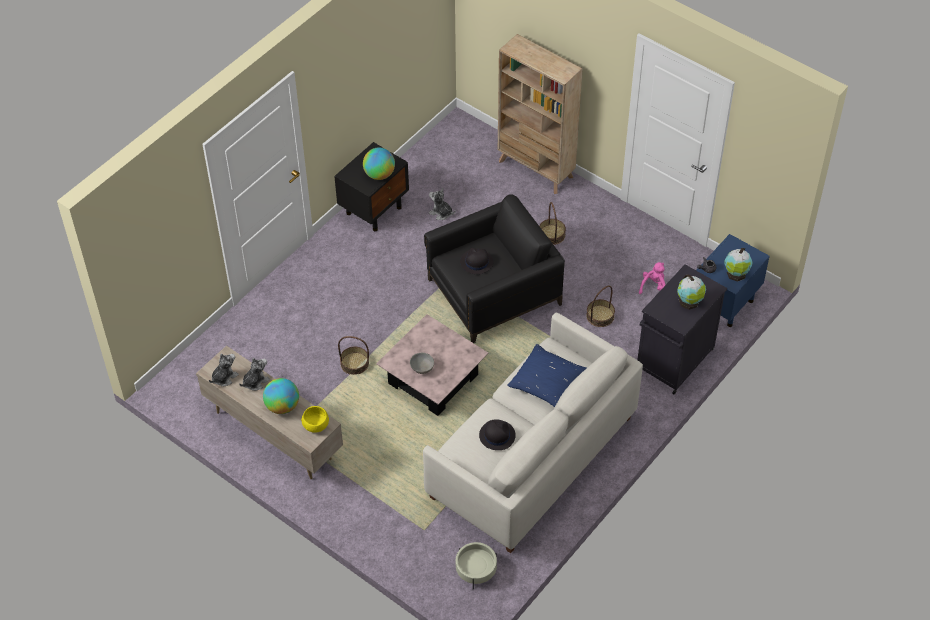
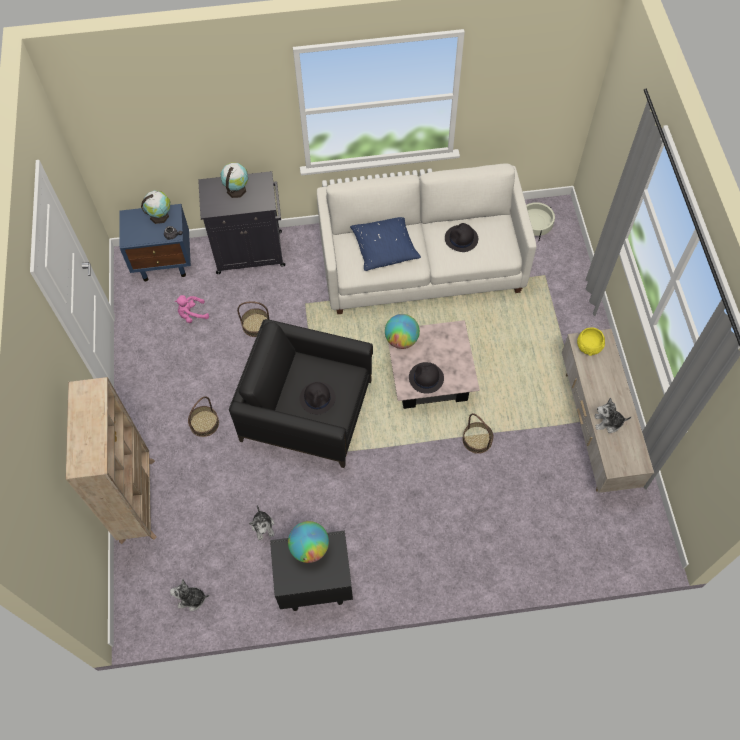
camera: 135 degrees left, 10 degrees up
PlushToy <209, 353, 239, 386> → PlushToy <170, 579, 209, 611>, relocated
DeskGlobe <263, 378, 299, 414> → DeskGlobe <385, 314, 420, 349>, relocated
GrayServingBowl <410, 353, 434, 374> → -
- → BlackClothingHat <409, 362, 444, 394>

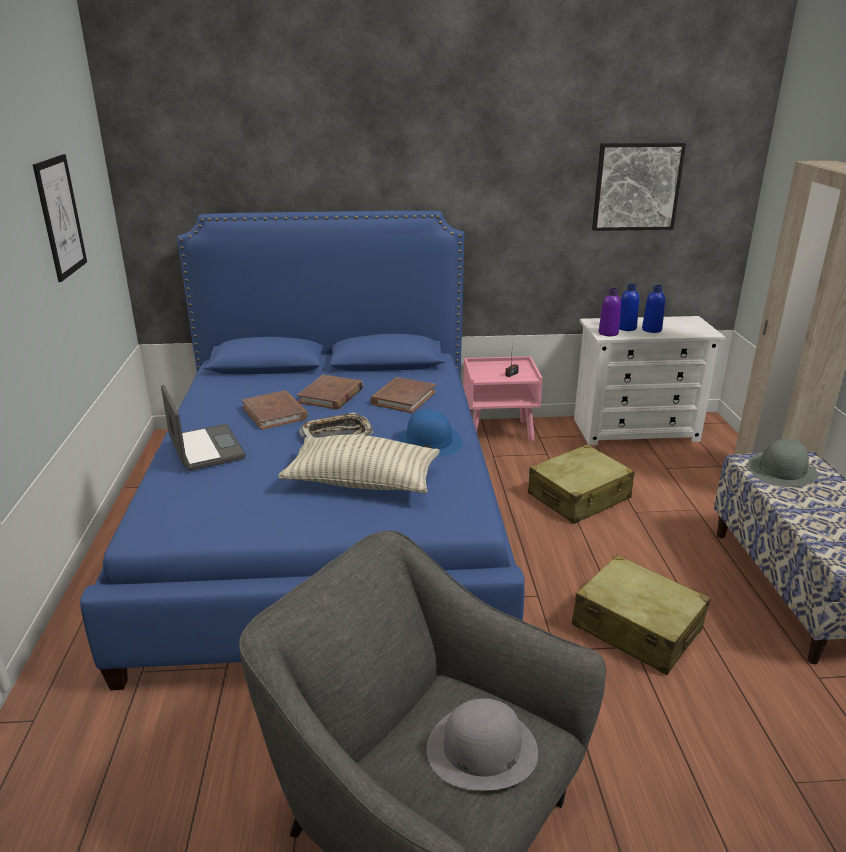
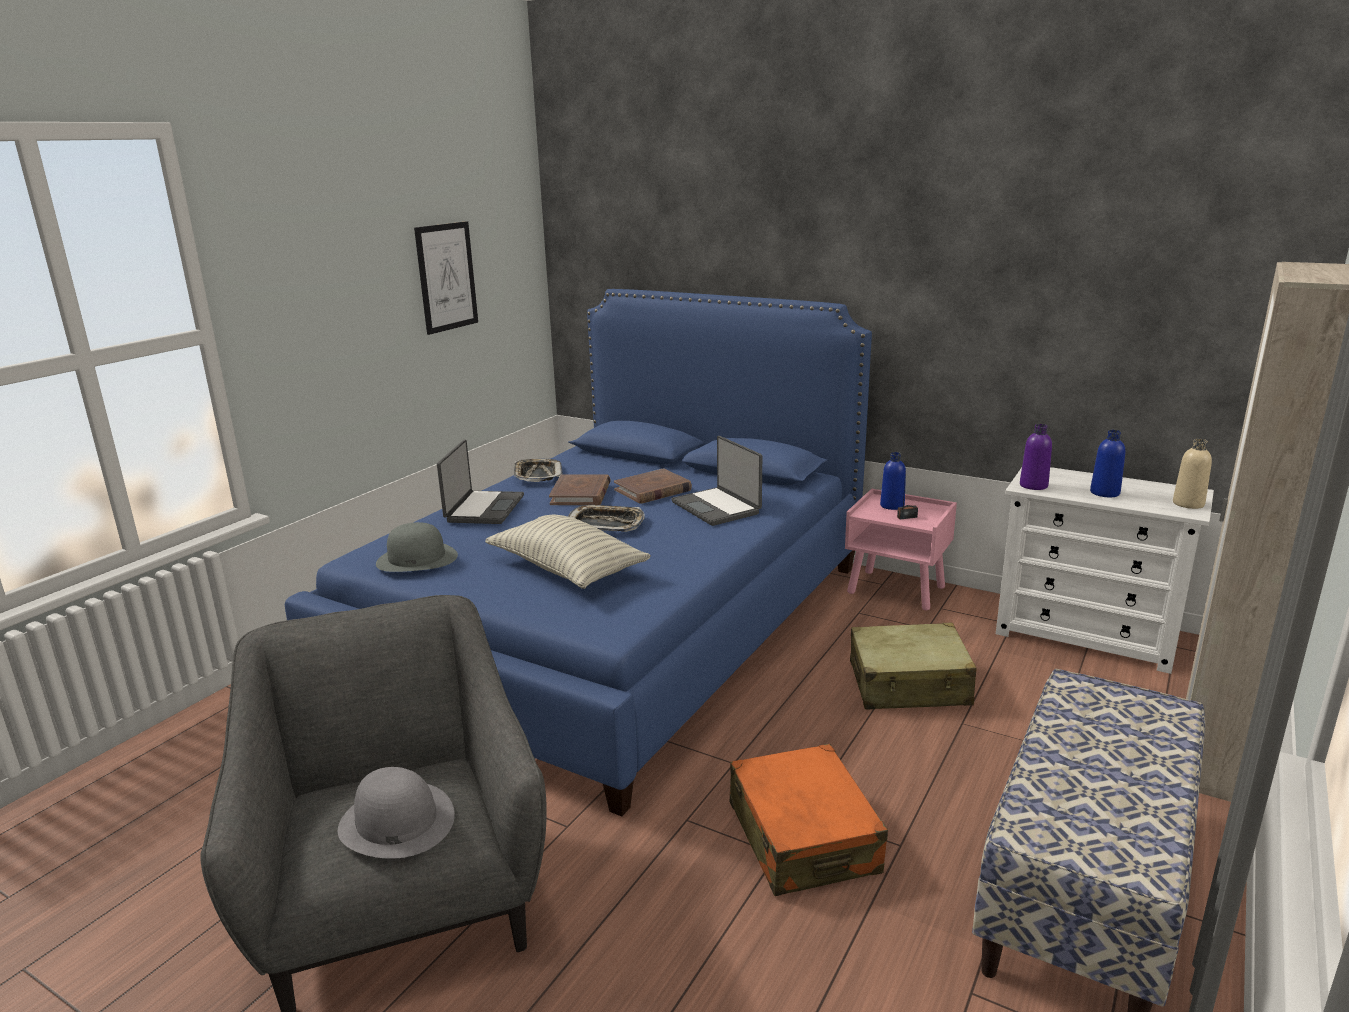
camera: 35 degrees right, 5 degrees down
BrownishBoundBook <370, 377, 436, 413> → PortableComputer <672, 436, 762, 526>
BlueColouredClothingHat <396, 410, 463, 457> → -
BeigeColouredSuitcase <572, 554, 710, 675> → OrangeySuitcase <730, 744, 888, 896>
WallArt <592, 143, 686, 231> → -
BlueColouredBottle <619, 283, 640, 331> → BlueColouredBottle <880, 452, 906, 510>, relocated
GrayClothingHat <748, 439, 818, 487> → GrayClothingHat <376, 522, 458, 572>, relocated
- → ServingTray <514, 459, 562, 482>
- → BeigeColouredBottle <1173, 439, 1212, 509>

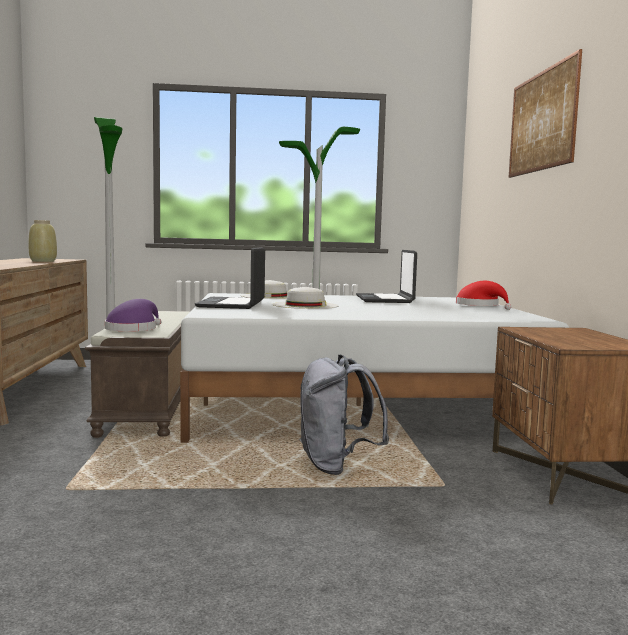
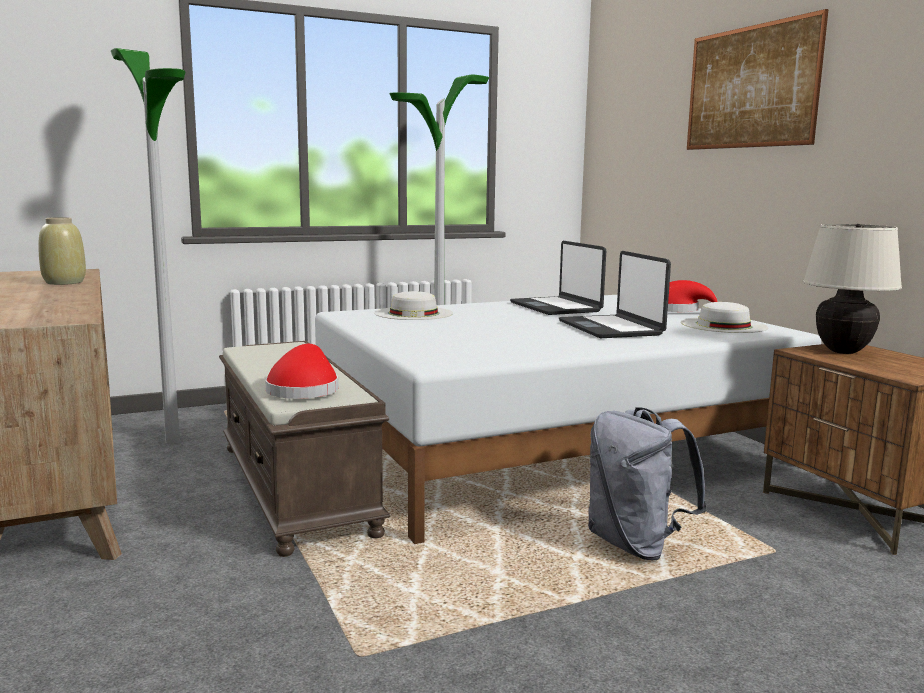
camera: 20 degrees left, 5 degrees up
PurpleColouredClothingHat <105, 299, 162, 331> → RedColouredClothingHat <265, 344, 338, 399>
PortableComputer <195, 247, 265, 309> → PortableComputer <559, 251, 671, 338>, relocated
WhiteClothingHat <272, 287, 339, 309> → WhiteClothingHat <681, 302, 768, 333>, relocated
- → BeigeColouredTableLamp <803, 224, 902, 354>

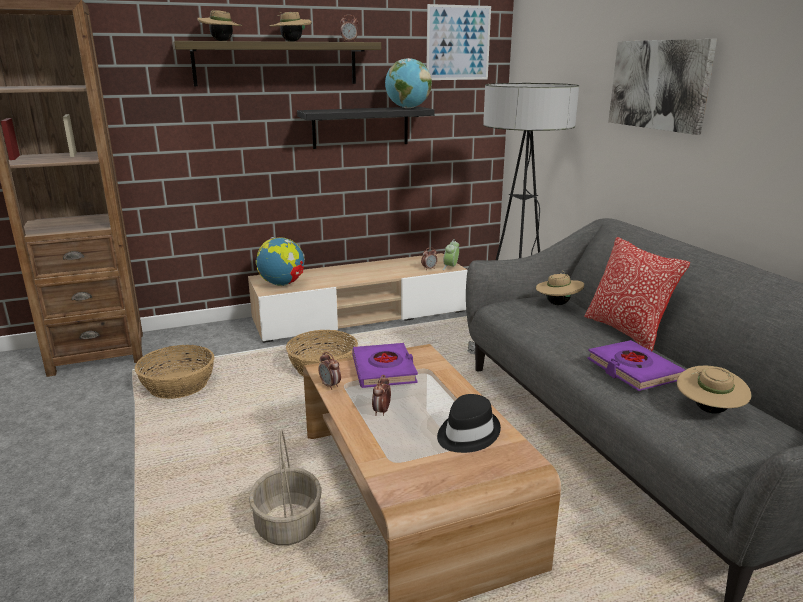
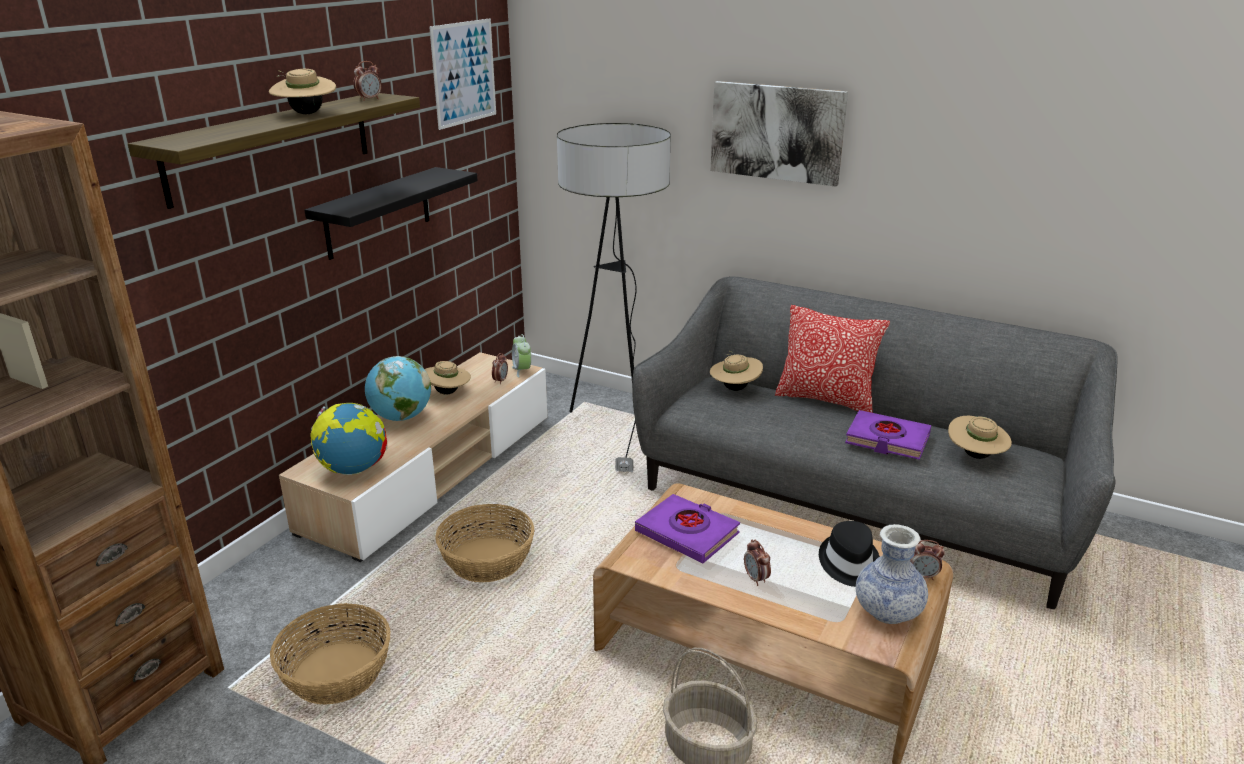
camera: 40 degrees left, 5 degrees up
BeigeColouredClothingHat <197, 9, 242, 41> → BeigeColouredClothingHat <425, 361, 471, 395>, relocated
AlarmClock <319, 352, 341, 390> → AlarmClock <910, 540, 945, 580>, relocated
DeskGlobe <385, 58, 432, 108> → DeskGlobe <365, 356, 431, 421>, relocated
- → FlowerVase <856, 524, 928, 624>

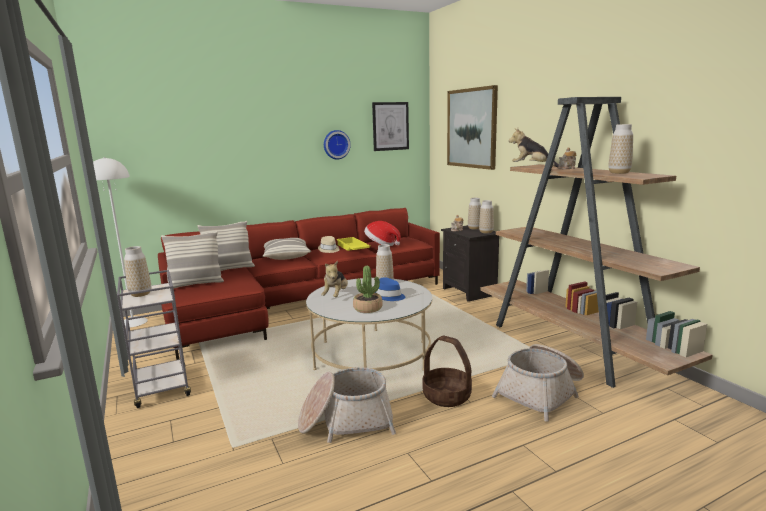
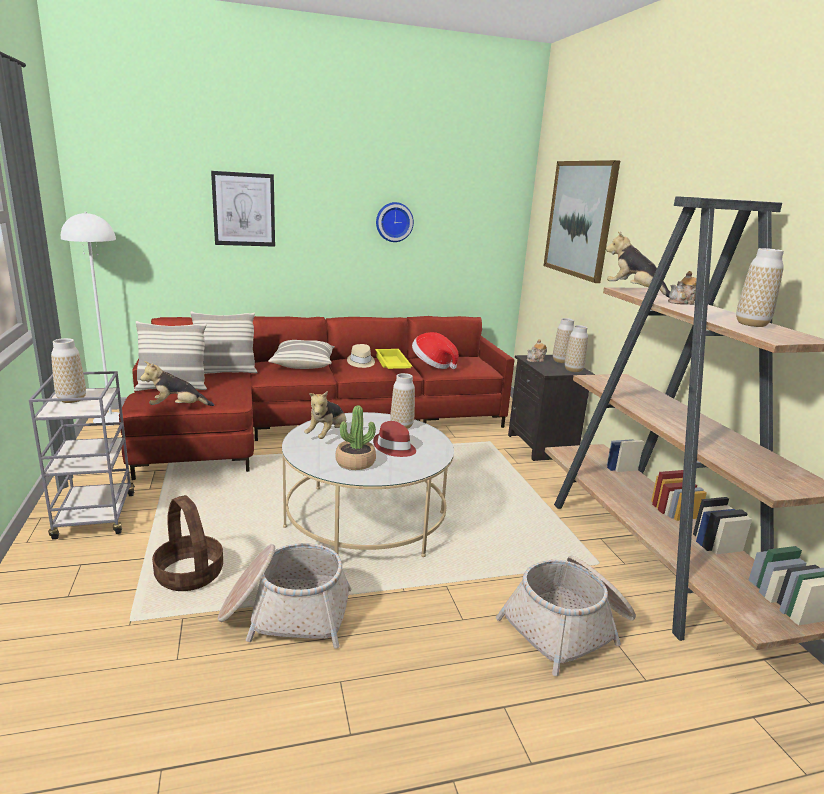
camera: 10 degrees right, 5 degrees up
WallArt <372, 102, 409, 151> → WallArt <211, 171, 275, 247>, relocated
BlueColouredClothingHat <375, 277, 405, 301> → RedColouredClothingHat <373, 421, 416, 457>
StorageBasket <422, 336, 472, 407> → StorageBasket <152, 495, 223, 591>, relocated
- → PlushToy <140, 361, 214, 406>

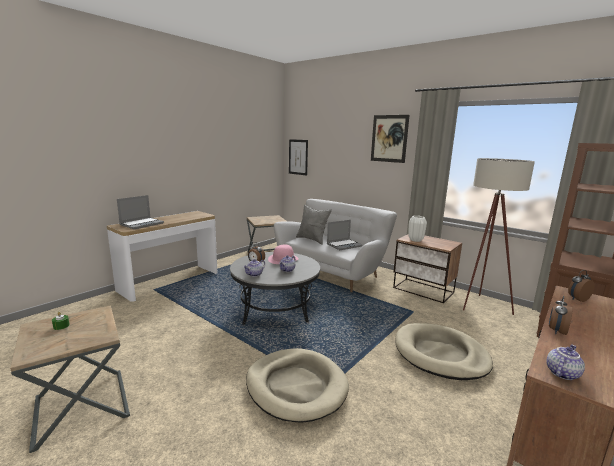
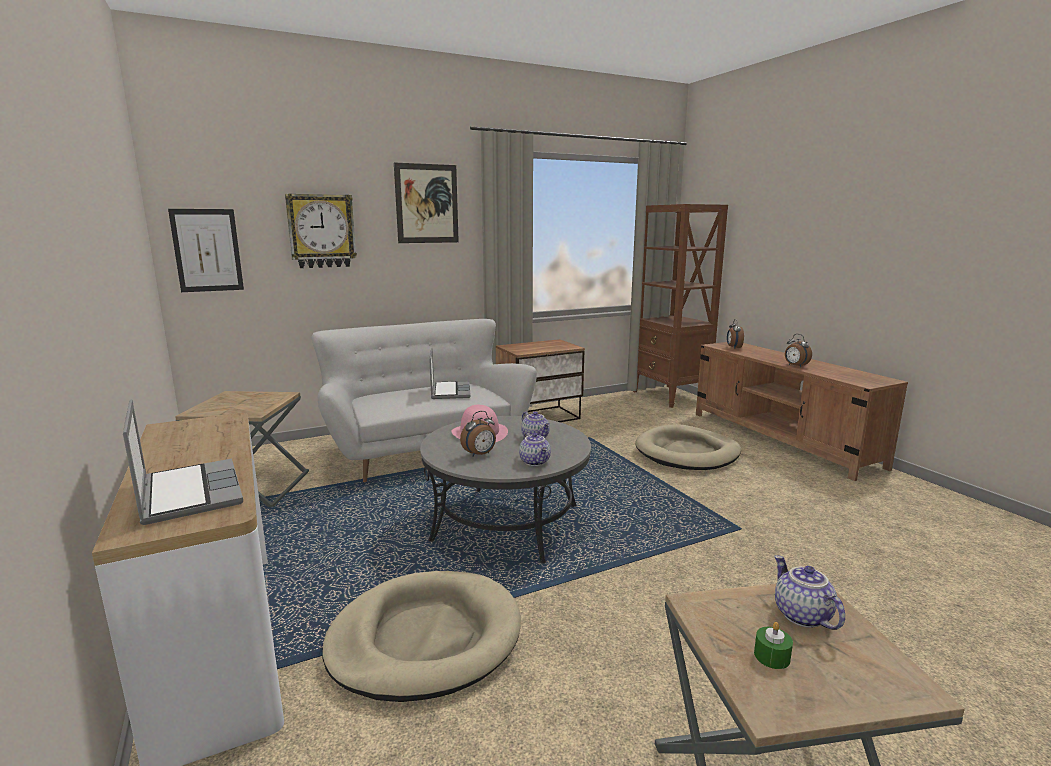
camera: 65 degrees left, 0 degrees up
BeigeColouredDogCushion <246, 348, 349, 423> → BeigeColouredDogCushion <322, 571, 521, 702>, relocated
GrayPillow <296, 205, 332, 245> → -
WhiteFlowerVase <408, 216, 427, 242> → -
BeigeColouredStandingLamp <463, 158, 535, 315> → -
PotForTea <546, 345, 585, 380> → PotForTea <774, 555, 845, 630>, relocated
- → ClockOnTheWall <285, 194, 357, 268>

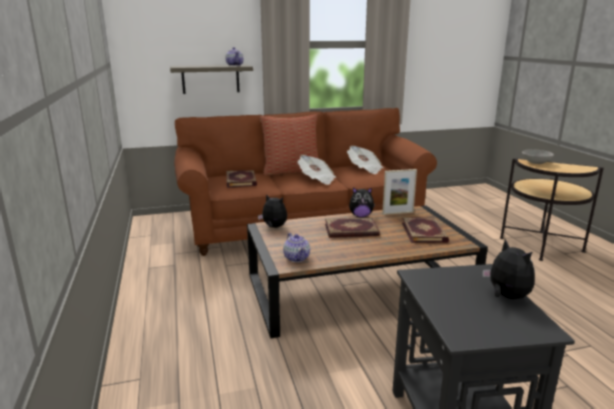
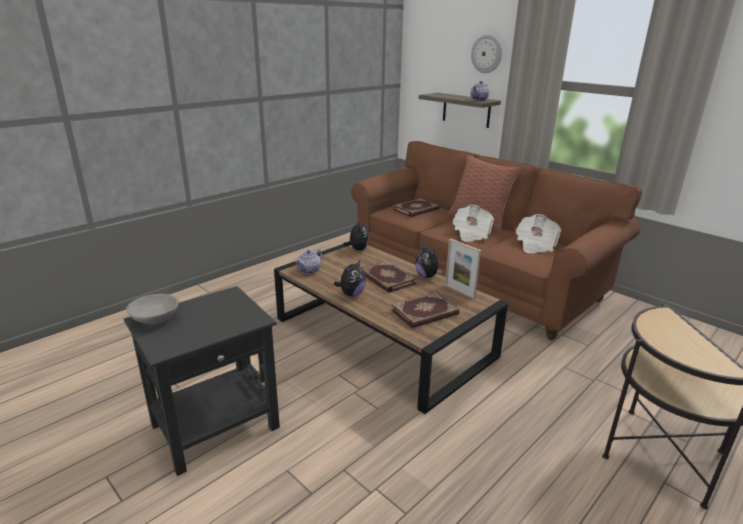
camera: 60 degrees right, 5 degrees up
PlushToy <482, 239, 535, 299> → PlushToy <334, 260, 366, 296>, relocated
GrayServingBowl <522, 149, 554, 164> → GrayServingBowl <126, 294, 179, 325>, relocated
- → ClockOnTheWall <471, 34, 502, 73>

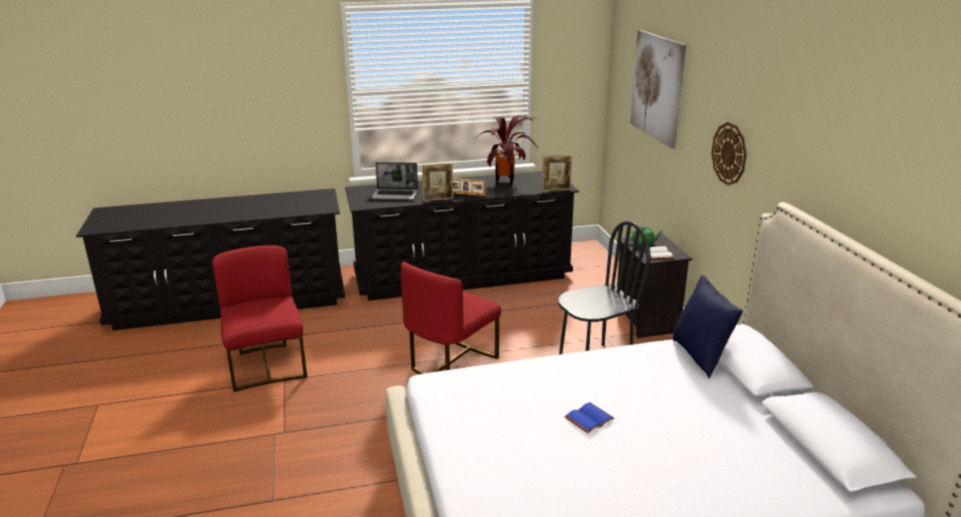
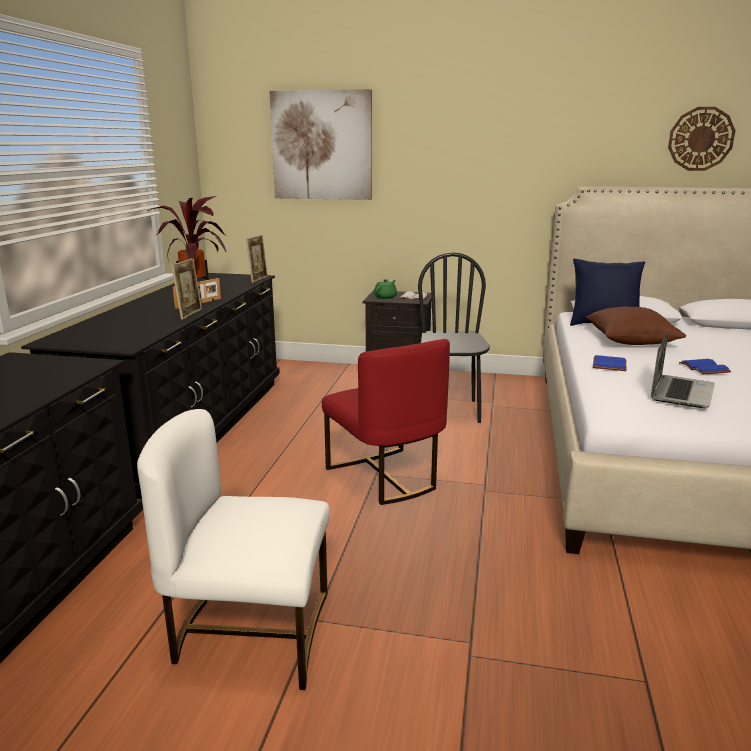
camera: 65 degrees left, 5 degrees down
RedColouredPlainChair <212, 245, 307, 392> → WhitePlainChair <137, 409, 330, 690>
PortableComputer <371, 162, 418, 200> → PortableComputer <651, 331, 715, 408>, relocated
ClockOnTheWall <711, 122, 747, 185> → ClockOnTheWall <668, 107, 736, 171>, relocated
- → BrownishPillow <586, 307, 686, 345>
- → BlueColouredBoundBook <593, 355, 627, 371>

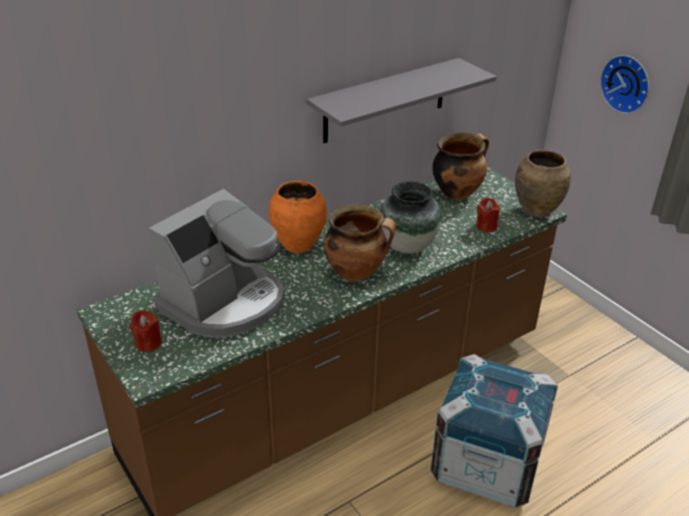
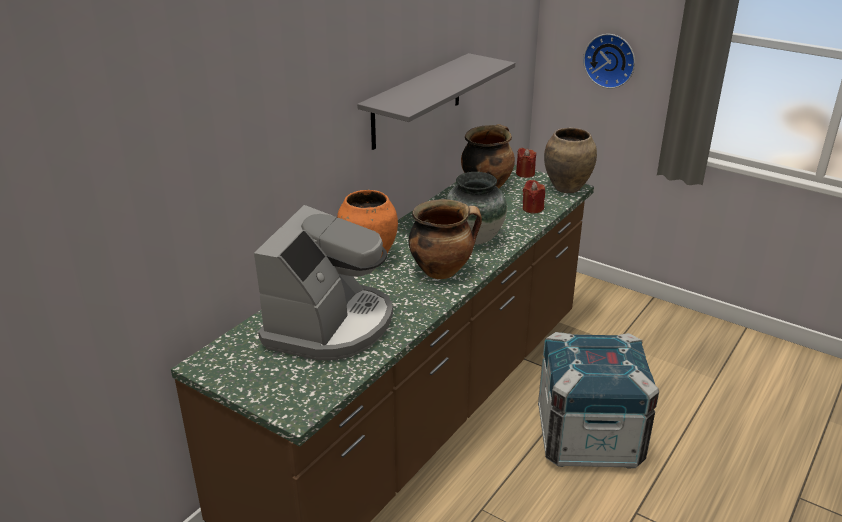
camera: 20 degrees left, 5 degrees down
RedColouredCandle <130, 310, 162, 352> → RedColouredCandle <516, 148, 536, 178>, relocated

